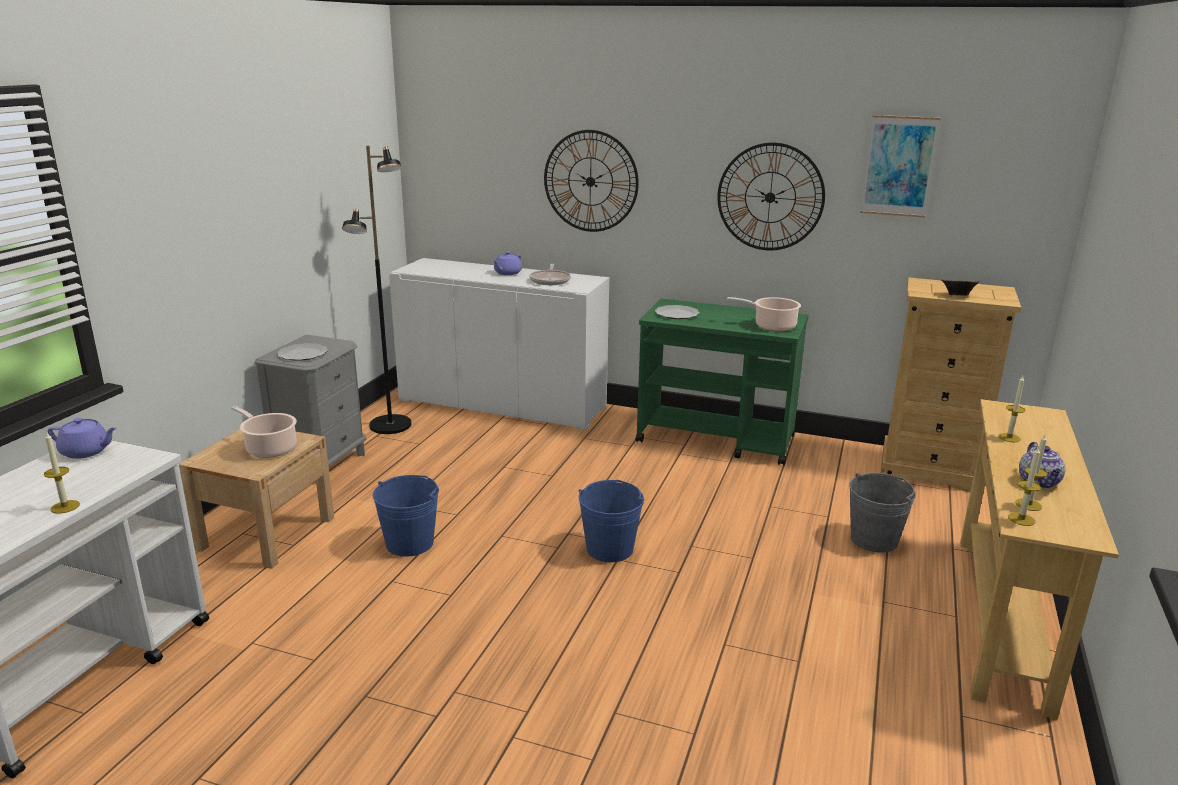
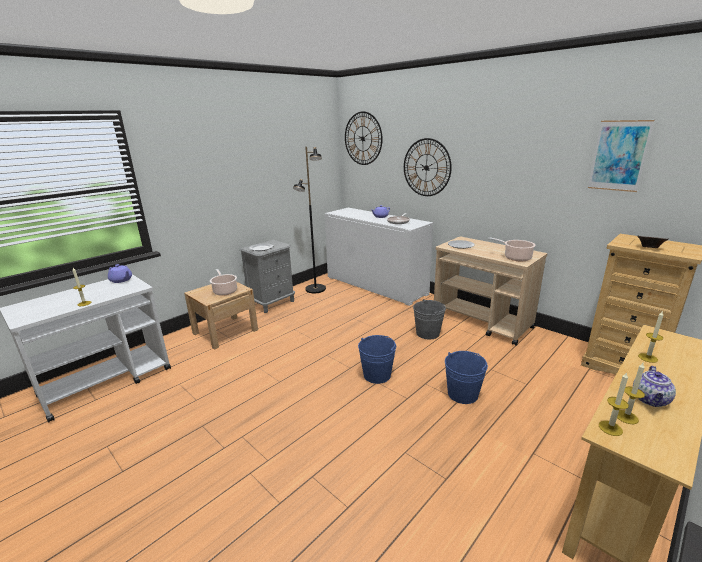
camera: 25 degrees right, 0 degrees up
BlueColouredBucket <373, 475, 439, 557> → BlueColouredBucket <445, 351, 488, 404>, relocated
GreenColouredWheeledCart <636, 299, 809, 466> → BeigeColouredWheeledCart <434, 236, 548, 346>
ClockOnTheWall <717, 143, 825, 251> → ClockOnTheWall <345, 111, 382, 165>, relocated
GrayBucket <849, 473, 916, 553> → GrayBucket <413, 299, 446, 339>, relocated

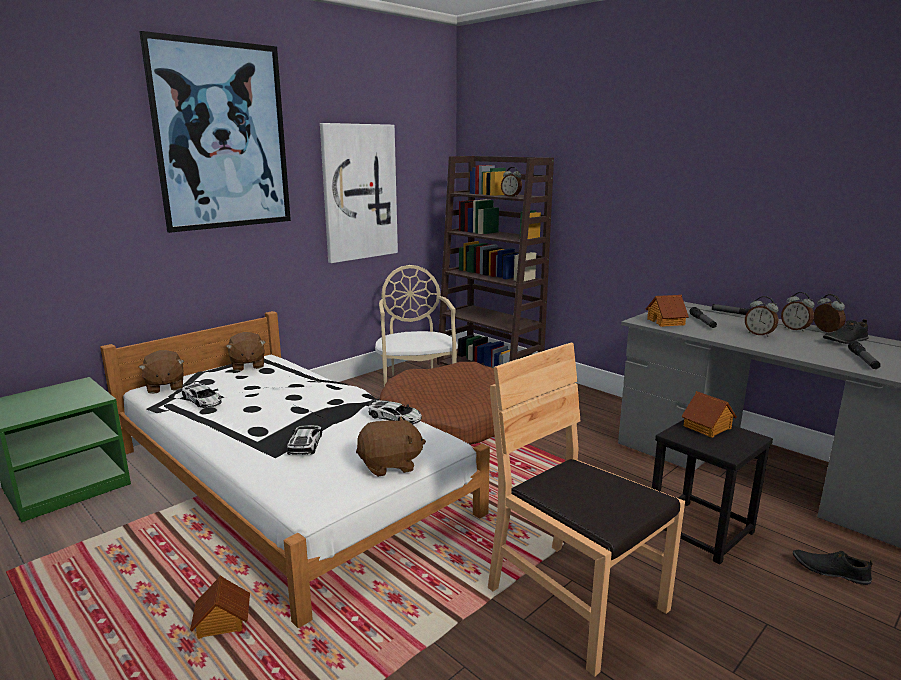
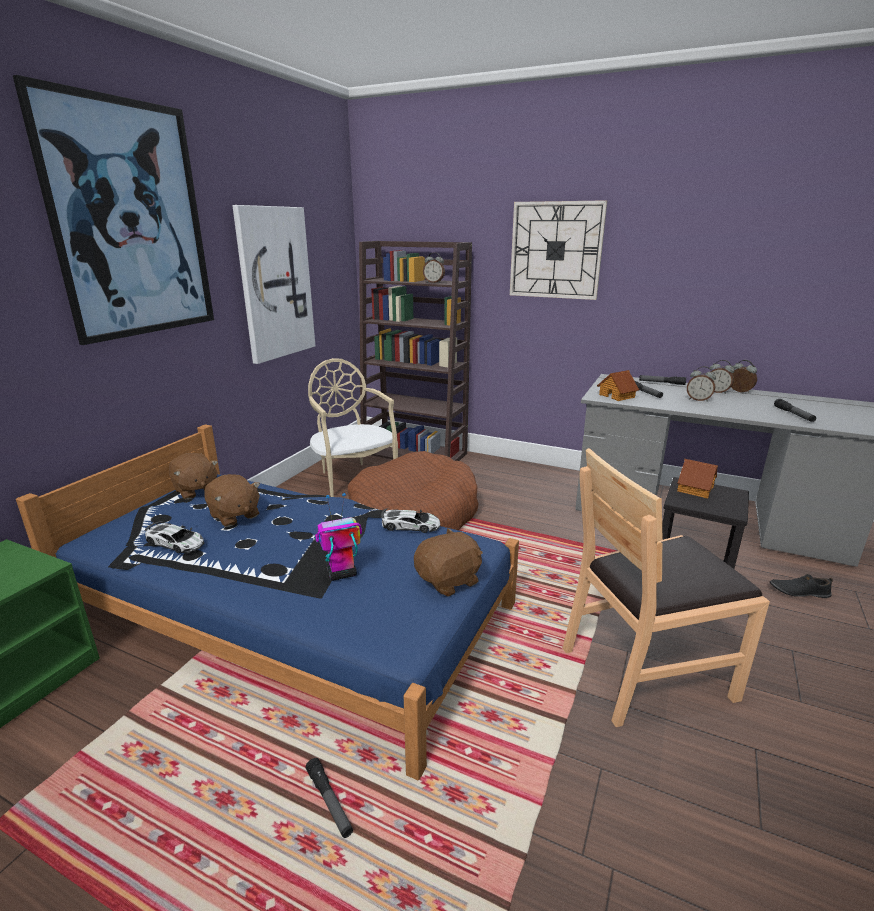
camera: 20 degrees left, 5 degrees up
WhiteBedroomBed <100, 311, 490, 628> → BlueColouredBedroomBed <16, 425, 519, 780>
BrownishPlushToy <139, 350, 184, 394> → BrownishPlushToy <204, 474, 260, 527>, relocated
ToyHouse <190, 575, 250, 639> → Torch <305, 758, 353, 838>
ModelCar <287, 425, 322, 455> → ModelRobot <315, 493, 362, 581>
BrownishPlainChair <488, 342, 685, 677> → BrownishPlainChair <562, 448, 770, 727>, 45 degrees counterclockwise
BlackShoe <823, 319, 868, 344> → -
- → ClockOnTheWall <510, 200, 607, 300>

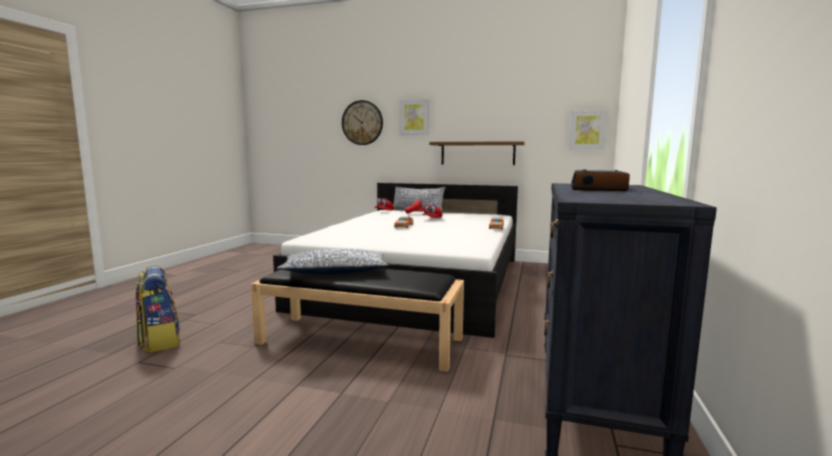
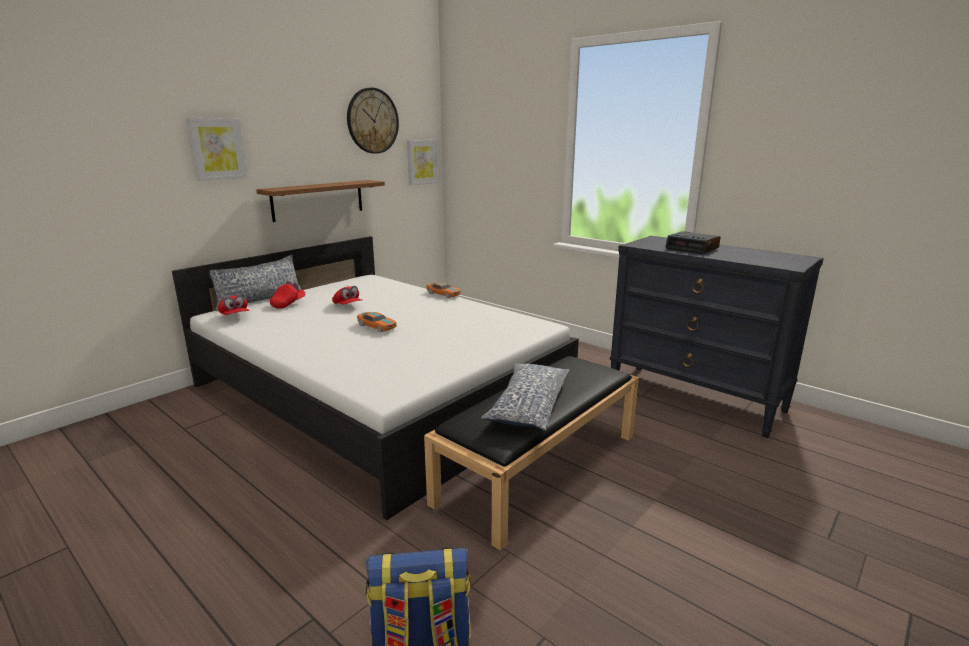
camera: 65 degrees left, 10 degrees up
ClockOnTheWall <342, 100, 383, 145> → ClockOnTheWall <347, 88, 399, 154>, relocated

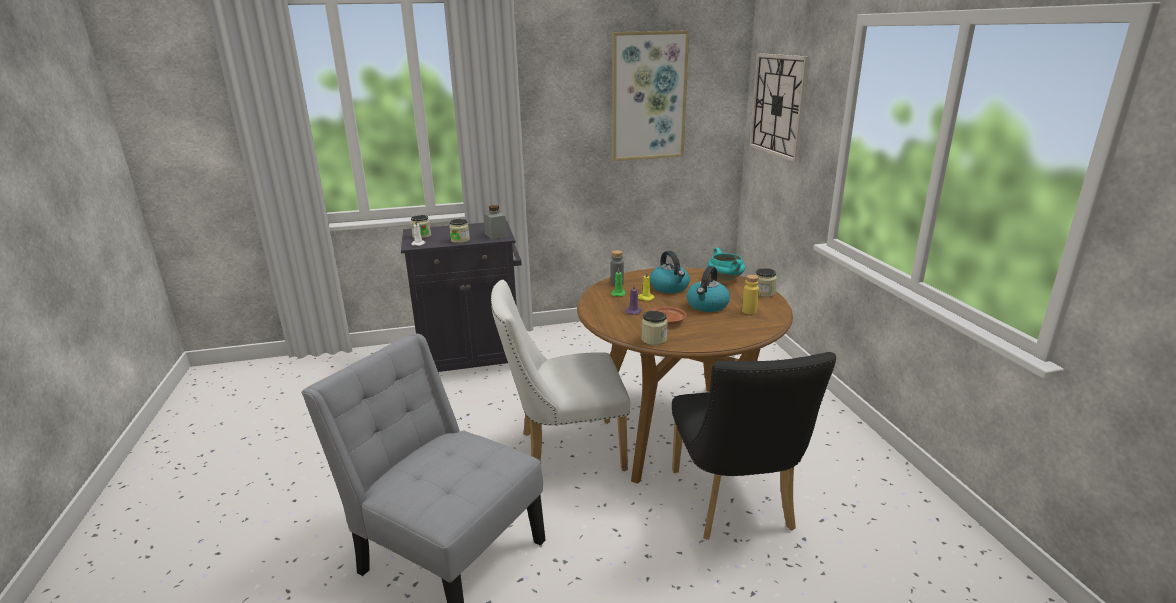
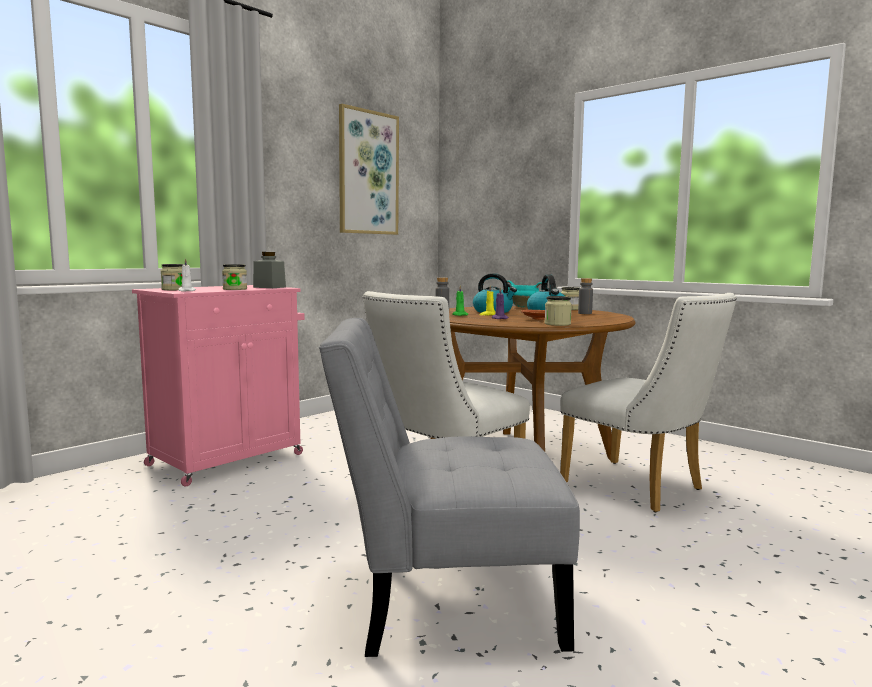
camera: 35 degrees left, 15 degrees down
BlackStorageCabinet <401, 221, 522, 372> → PinkishStorageCabinet <132, 285, 305, 486>
BlackPlainChair <672, 352, 836, 540> → WhitePlainChair <560, 293, 737, 512>
YellowishBottle <742, 275, 759, 314> → GrayBottle <578, 278, 593, 314>
ClockOnTheWall <749, 53, 810, 162> → -

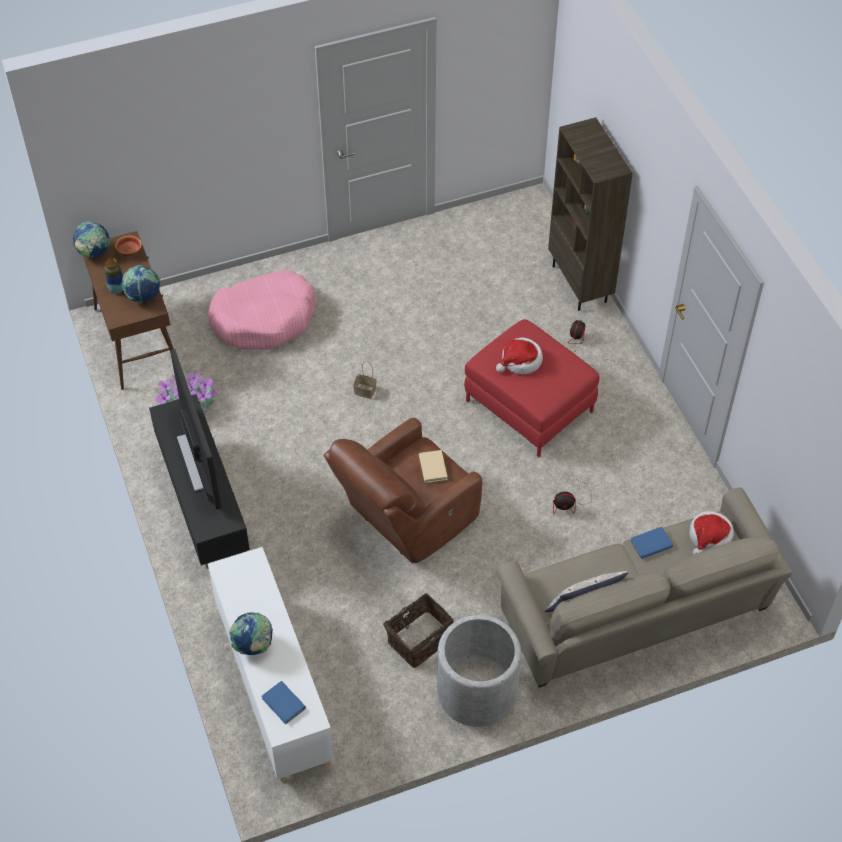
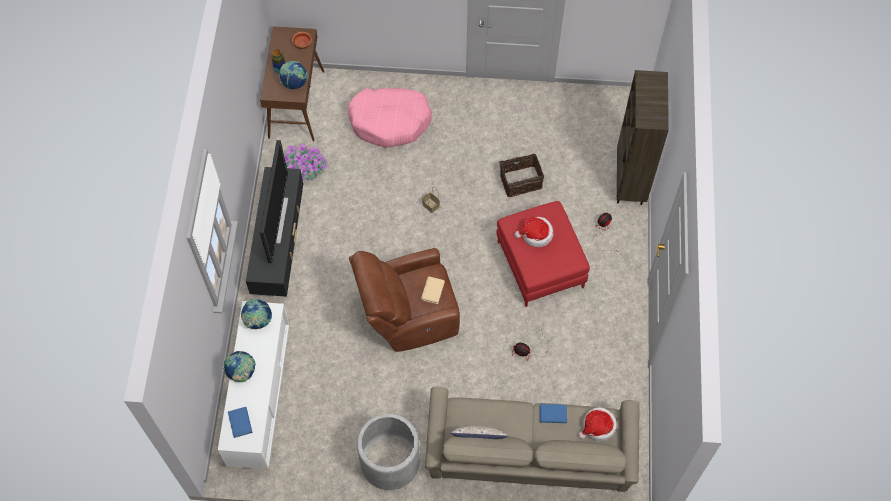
camera: 25 degrees right, 10 degrees up
DeskGlobe <73, 221, 111, 258> → DeskGlobe <241, 298, 272, 329>, relocated
StorageBasket <380, 593, 454, 668> → StorageBasket <499, 154, 544, 197>, relocated

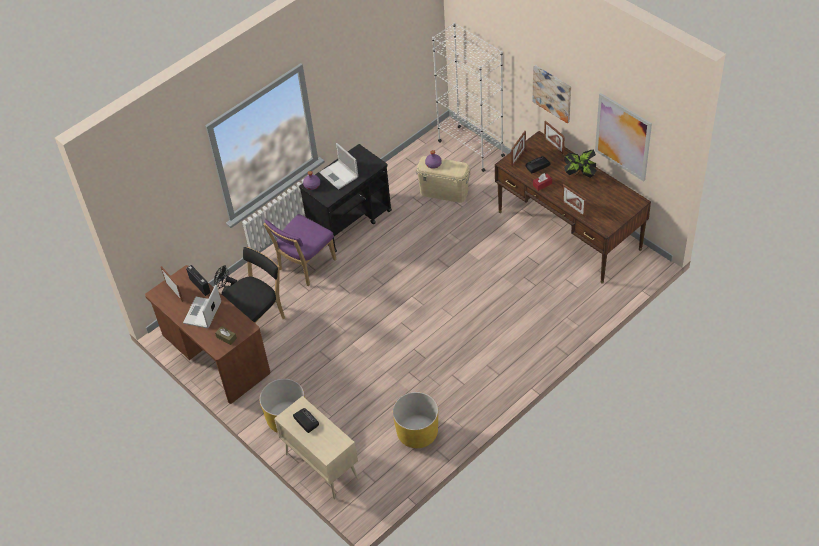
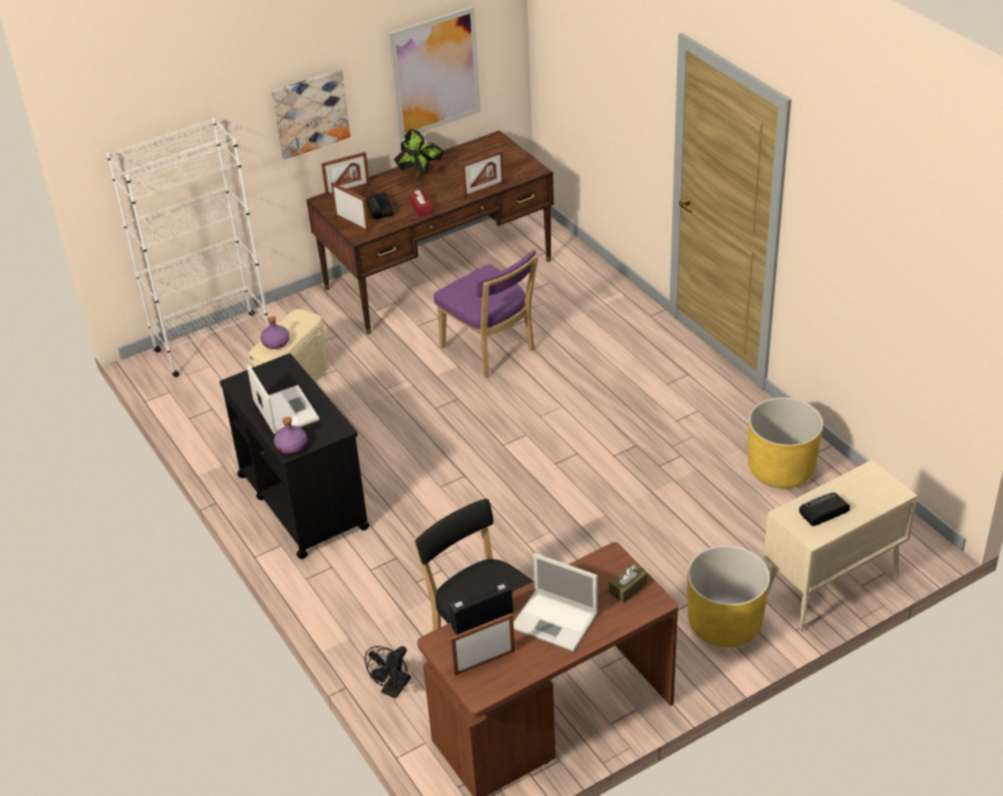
camera: 80 degrees left, 10 degrees down
PurpleColouredPlainChair <263, 214, 337, 286> → PurpleColouredPlainChair <434, 250, 538, 377>, relocated
PortableComputer <319, 143, 358, 190> → PortableComputer <247, 365, 320, 434>, 90 degrees counterclockwise

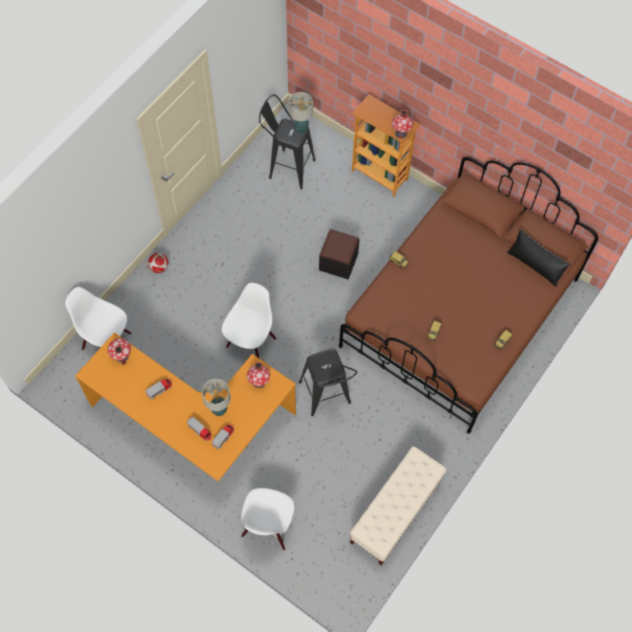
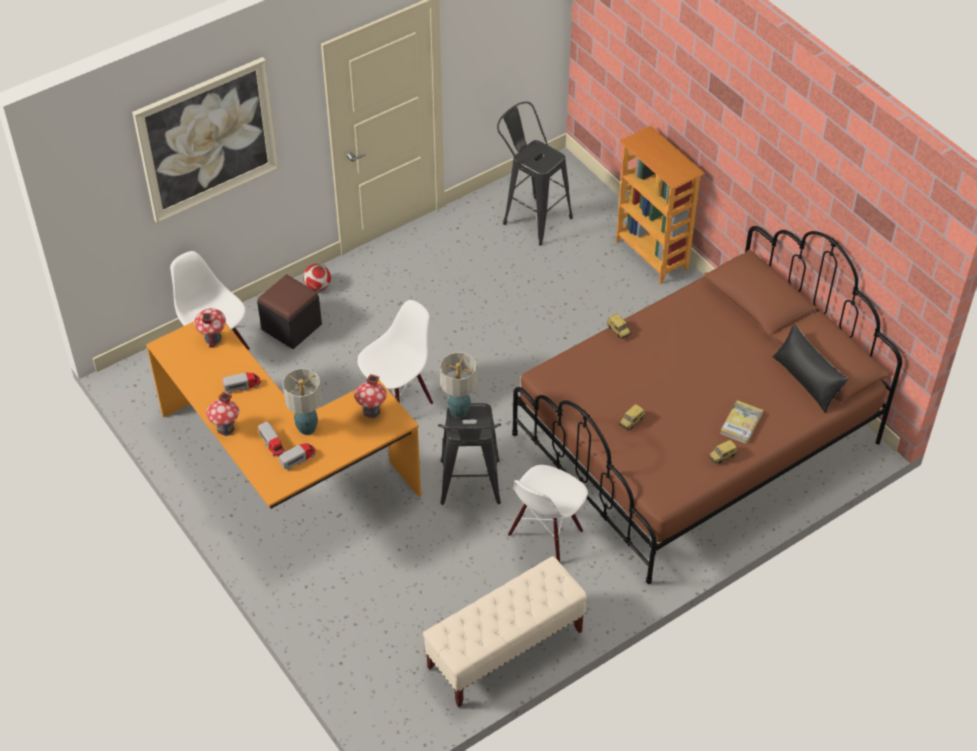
camera: 20 degrees right, 15 degrees down
WhitePlainChair <241, 488, 294, 550> → WhitePlainChair <508, 465, 588, 562>, relocated
TableLamp <289, 92, 313, 134> → TableLamp <440, 352, 477, 418>, relocated
BlackOttoman <319, 229, 359, 279> → BlackOttoman <257, 275, 322, 349>, relocated
ToyHouse <392, 110, 413, 138> → ToyHouse <206, 392, 239, 436>, relocated
- → WallArt <132, 57, 279, 223>
- → BoundBook <720, 400, 763, 444>

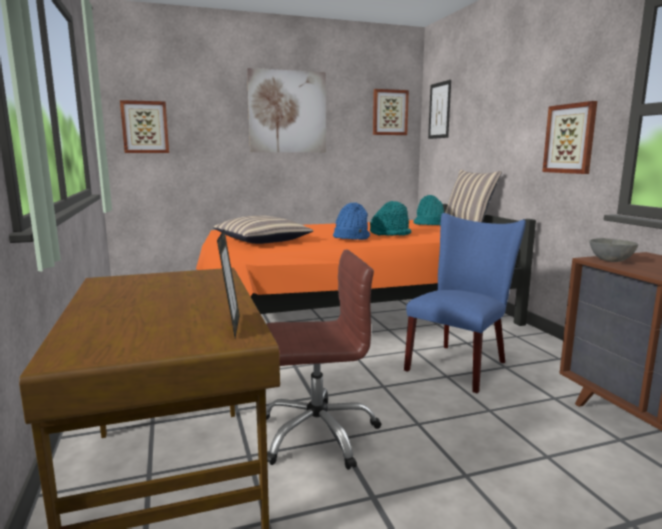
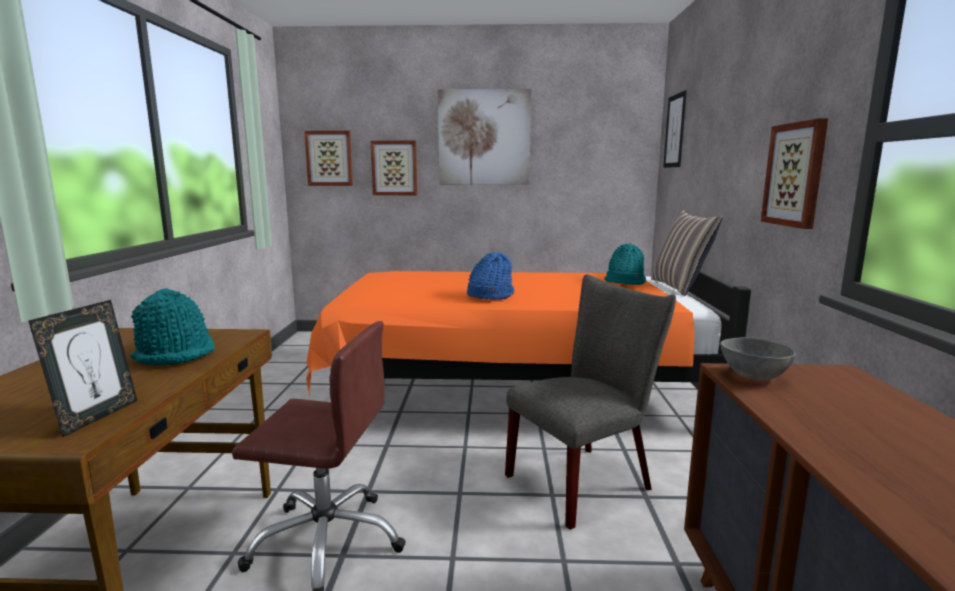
camera: 20 degrees right, 0 degrees up
Pillow <213, 216, 313, 244> → -
TurquoiseClothingHat <370, 201, 411, 236> → TurquoiseClothingHat <130, 288, 215, 366>, relocated
WallArt <373, 89, 409, 135> → WallArt <371, 141, 418, 195>, relocated
BlueColouredPlainChair <404, 213, 526, 393> → GrayPlainChair <505, 274, 676, 530>

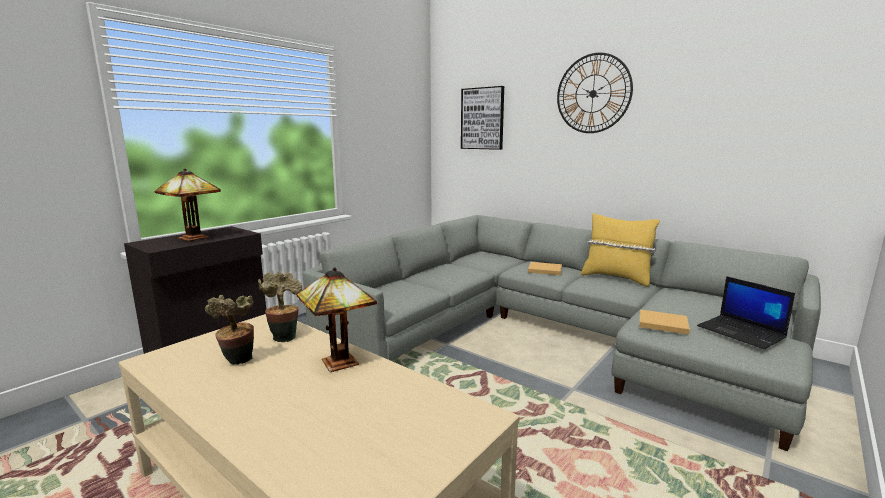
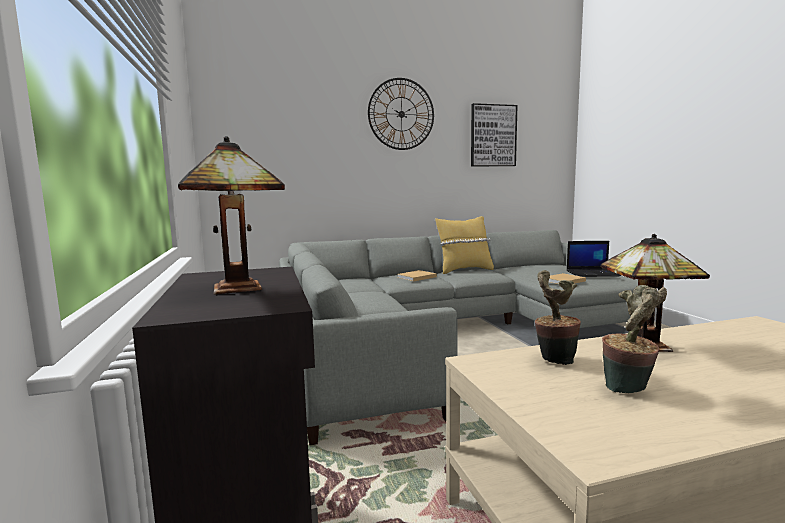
camera: 55 degrees left, 5 degrees down
WallArt <461, 86, 504, 150> → WallArt <471, 103, 518, 166>, relocated

